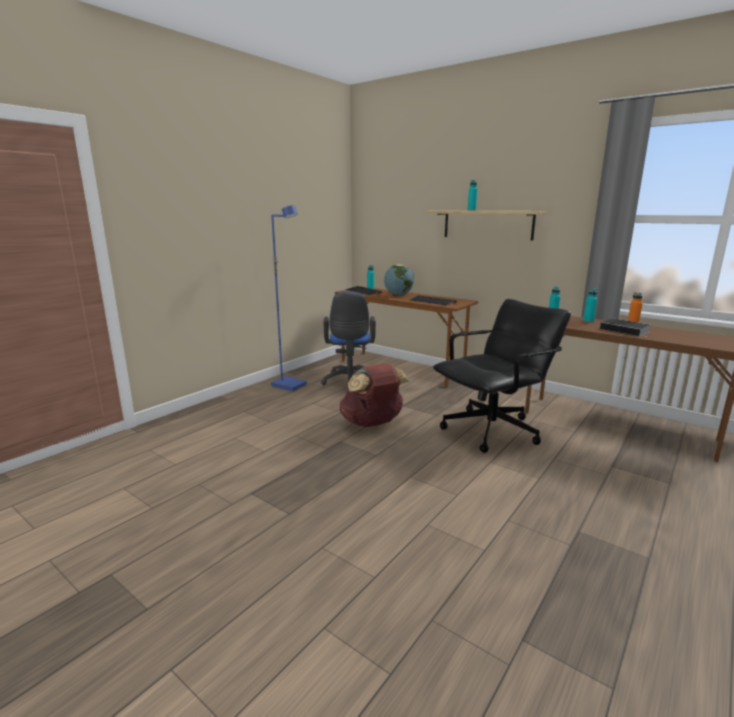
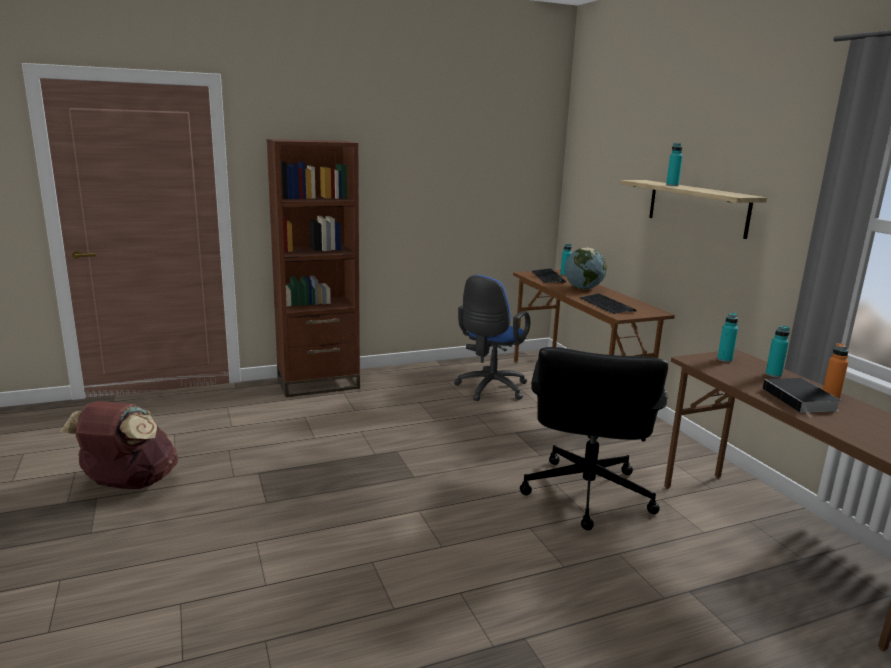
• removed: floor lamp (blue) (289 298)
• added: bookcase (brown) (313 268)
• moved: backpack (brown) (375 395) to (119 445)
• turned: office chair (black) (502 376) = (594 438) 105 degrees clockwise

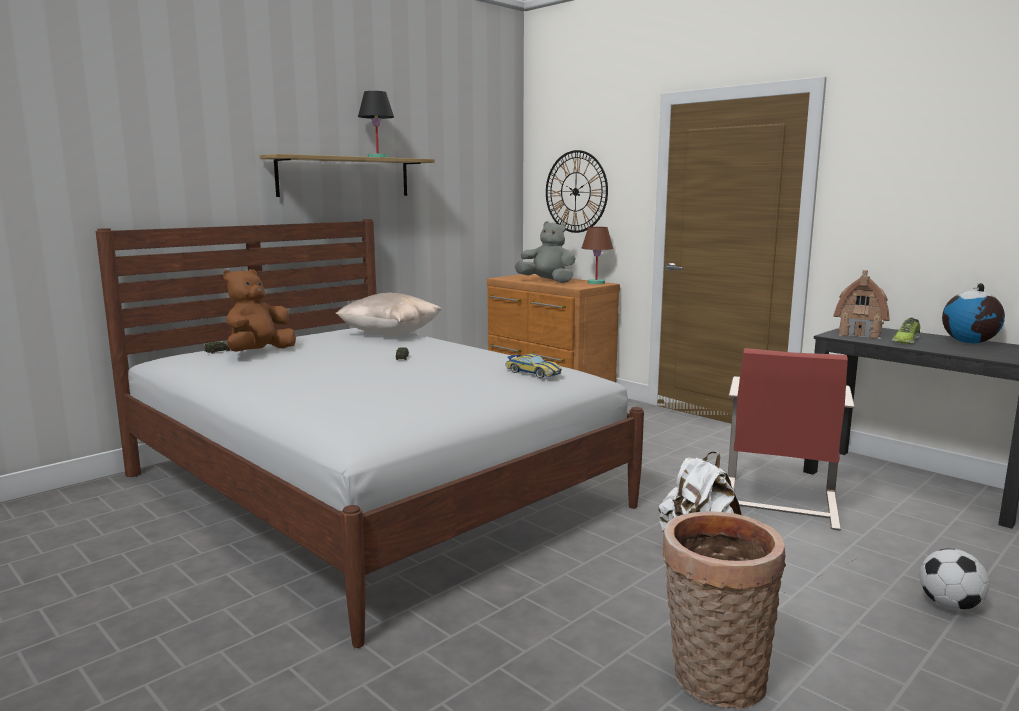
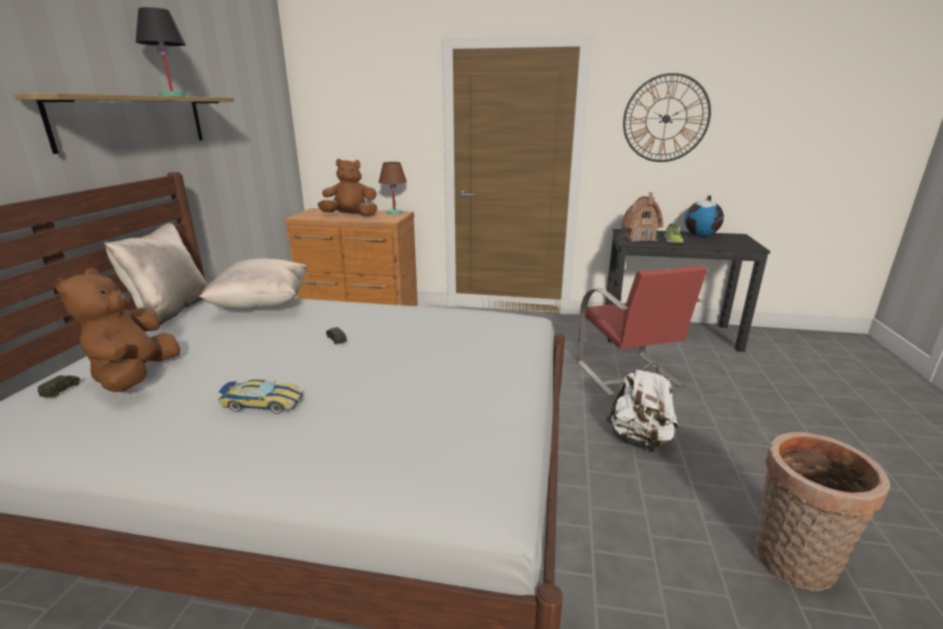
• removed: football (954 579)
• added: pillow (beige) (156 274)
• moved: toy car (533 366) to (260 396)
• moved: wall clock (577 191) to (667 117)
• recoloured: plush toy (grey) (545 252) to plush toy (brown) (348 188)

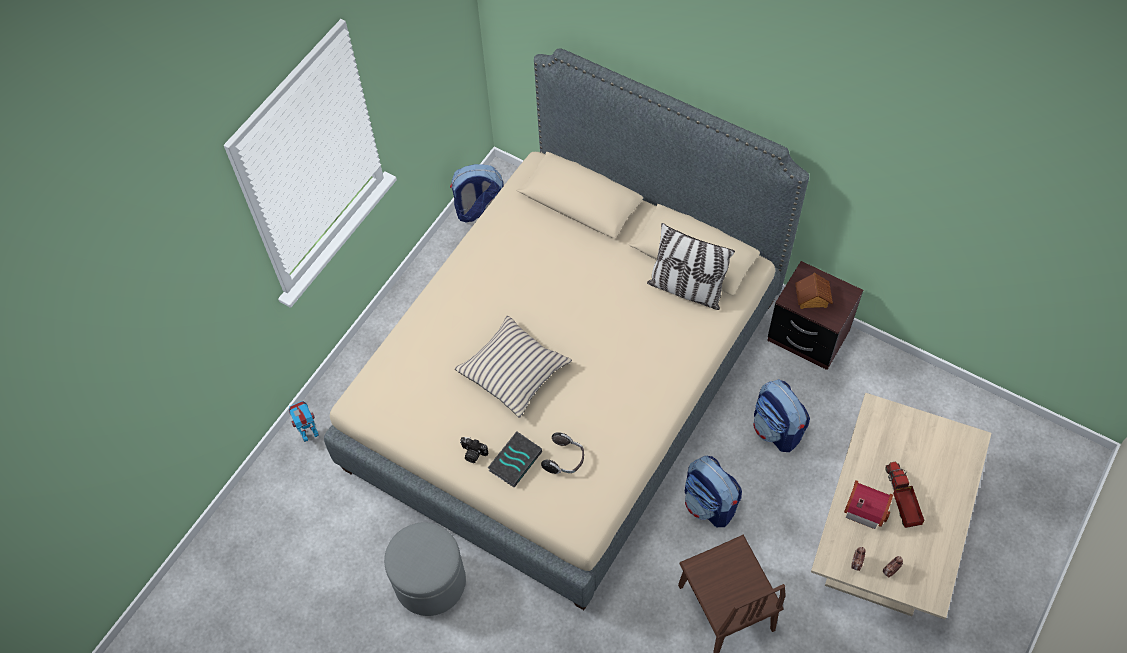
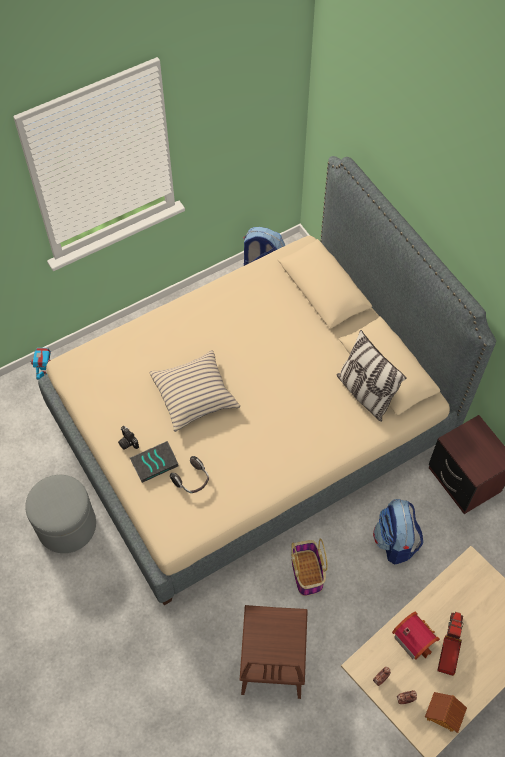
• moved: toy house (814 291) to (446 712)
• replaced: backpack (713 491) to basket (310 567)

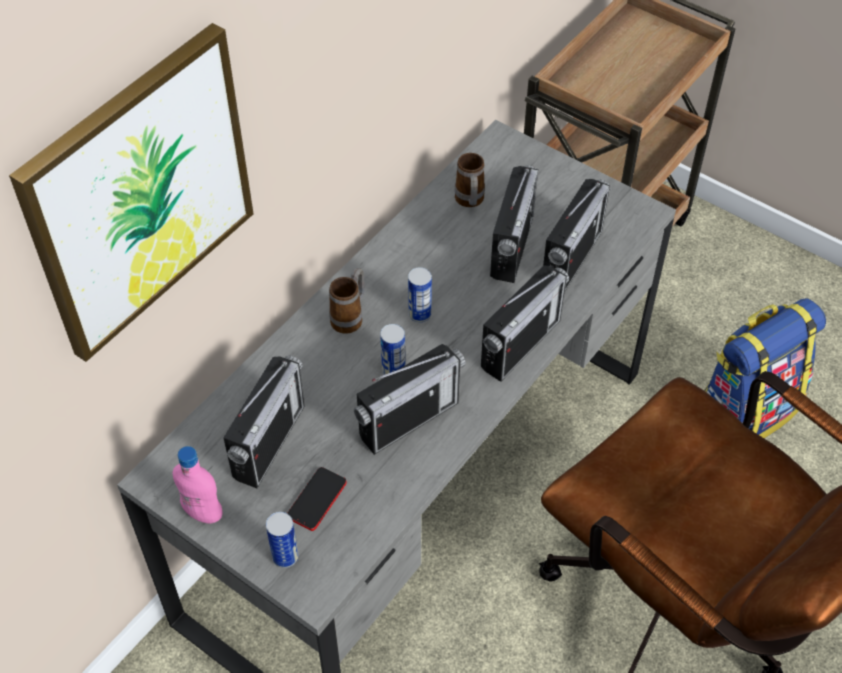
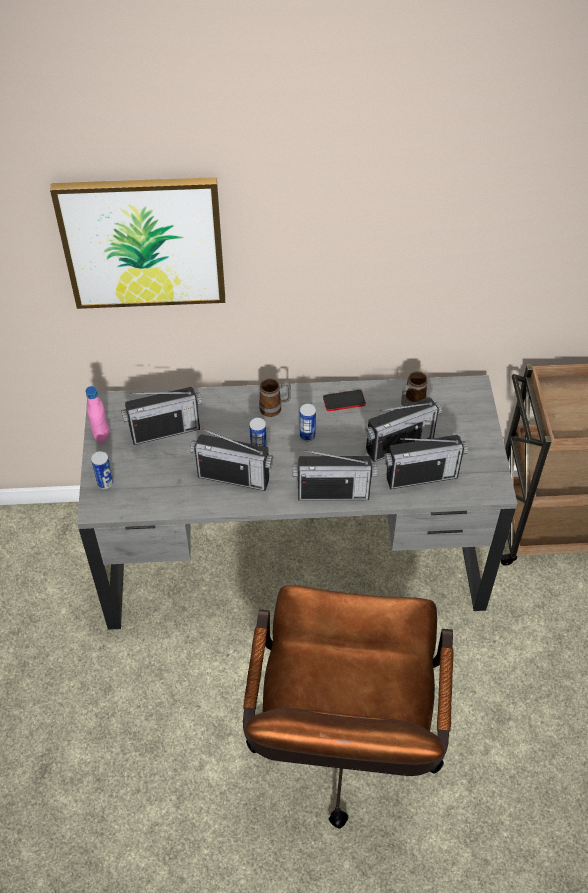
• removed: backpack (765 368)
• moved: phone (317 499) to (344 400)

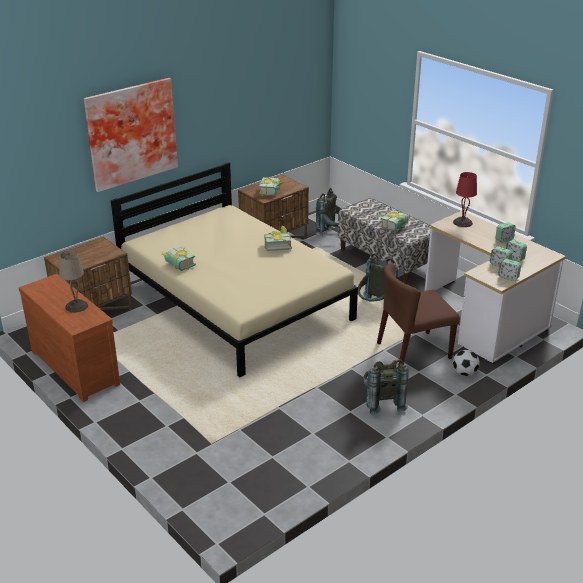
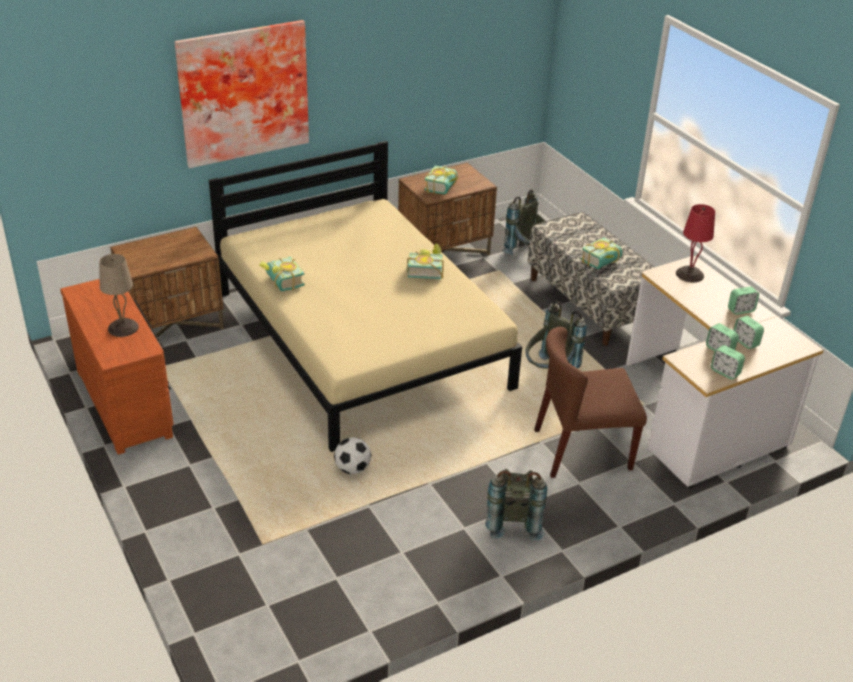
• moved: football (466 363) to (352 455)

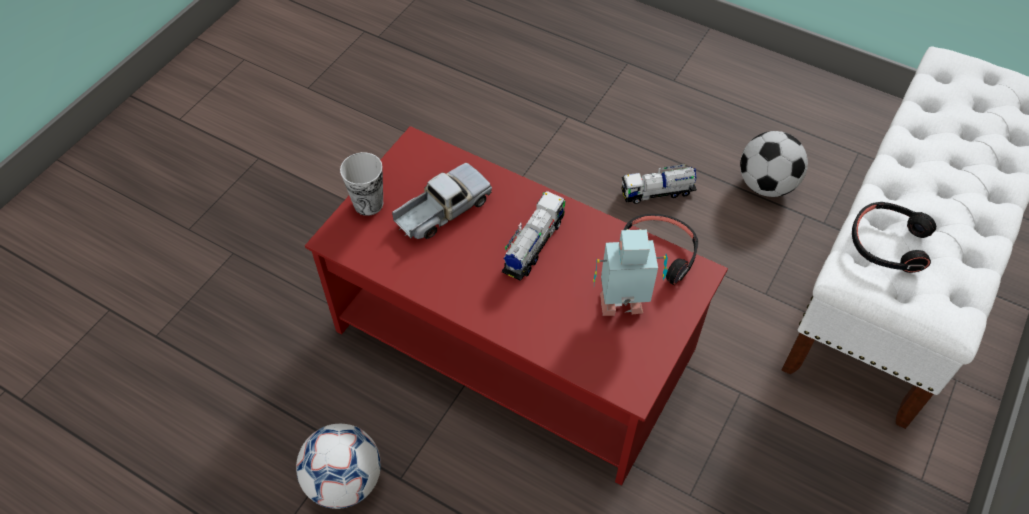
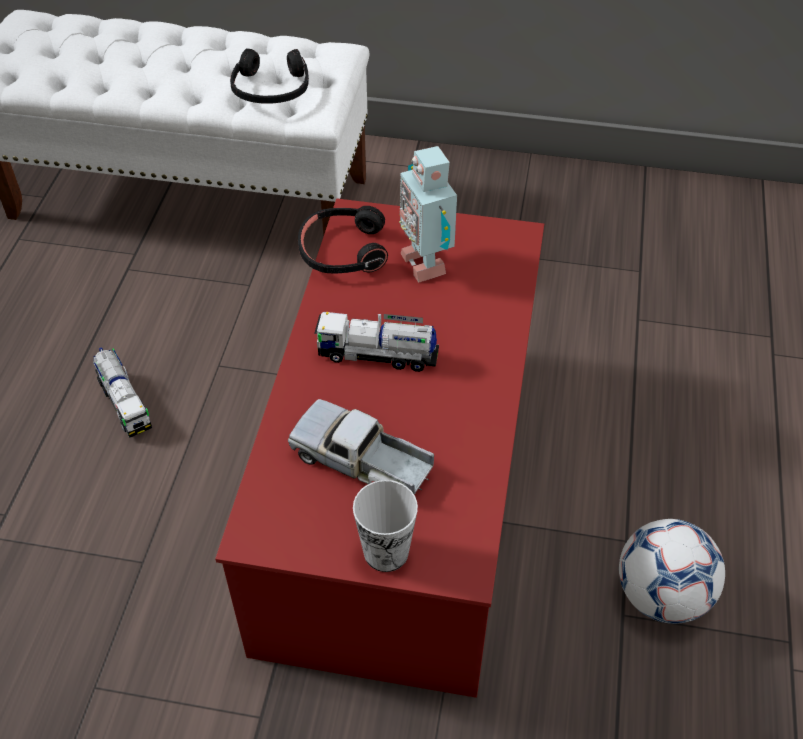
• removed: football (774 164)

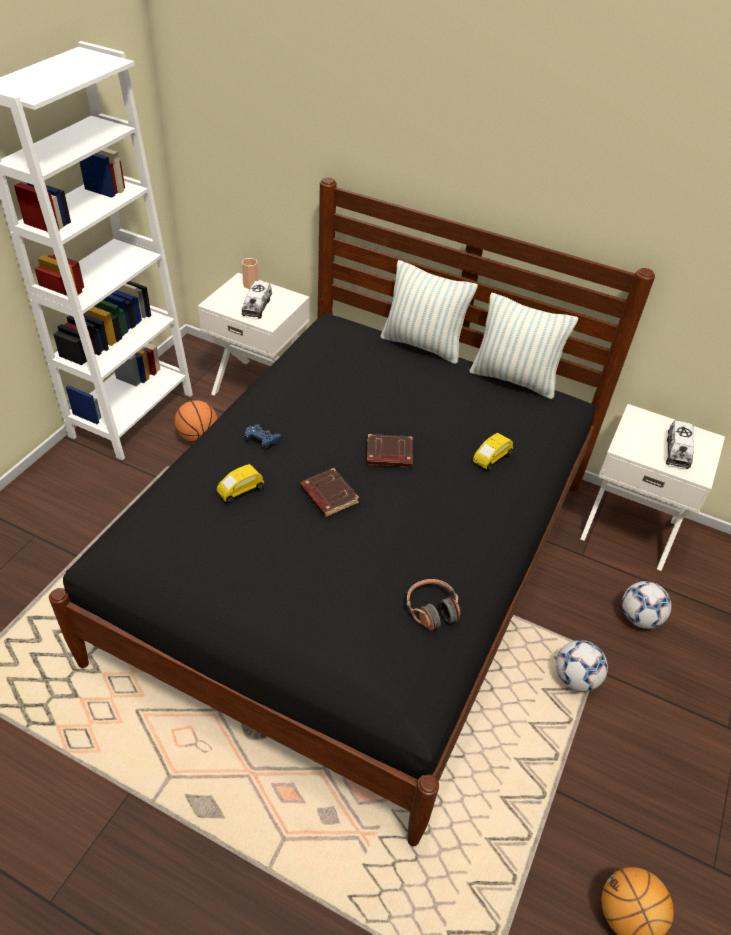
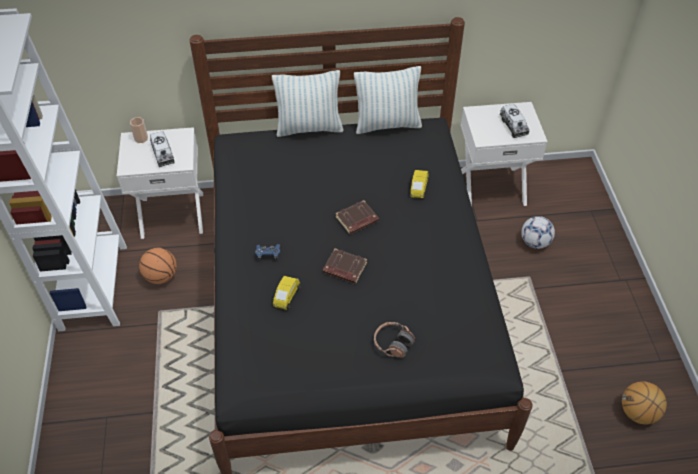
• removed: football (582 666)
• moved: headphones (433 605) to (395 339)

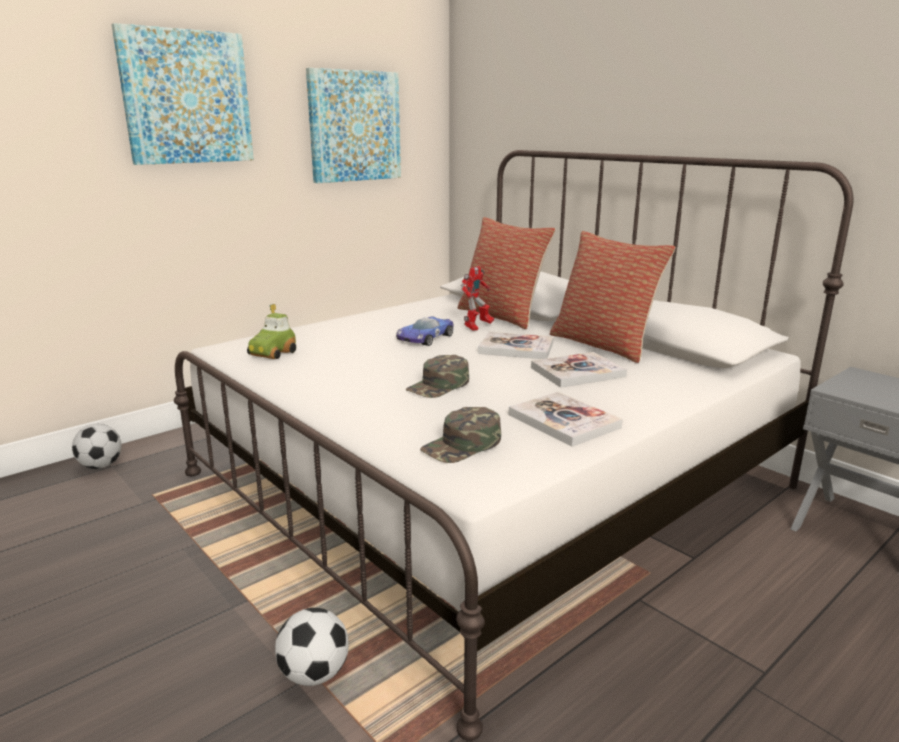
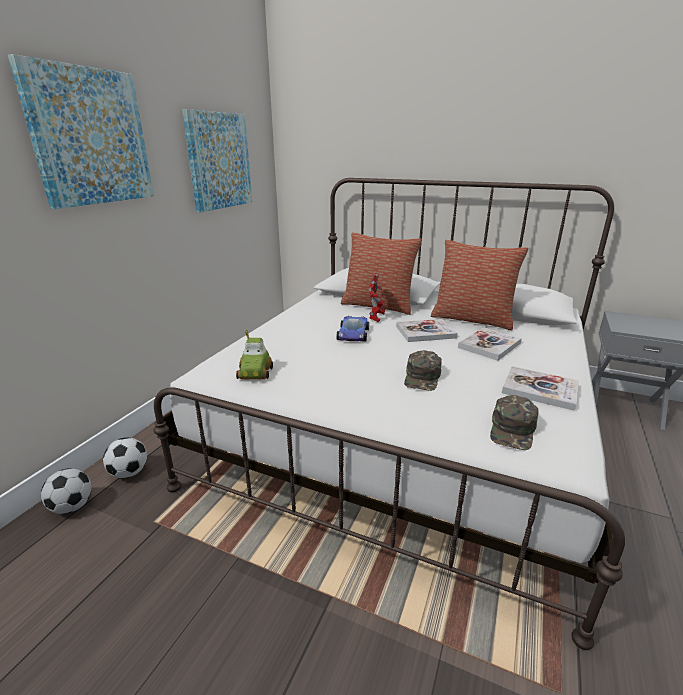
• moved: football (312 647) to (125 457)

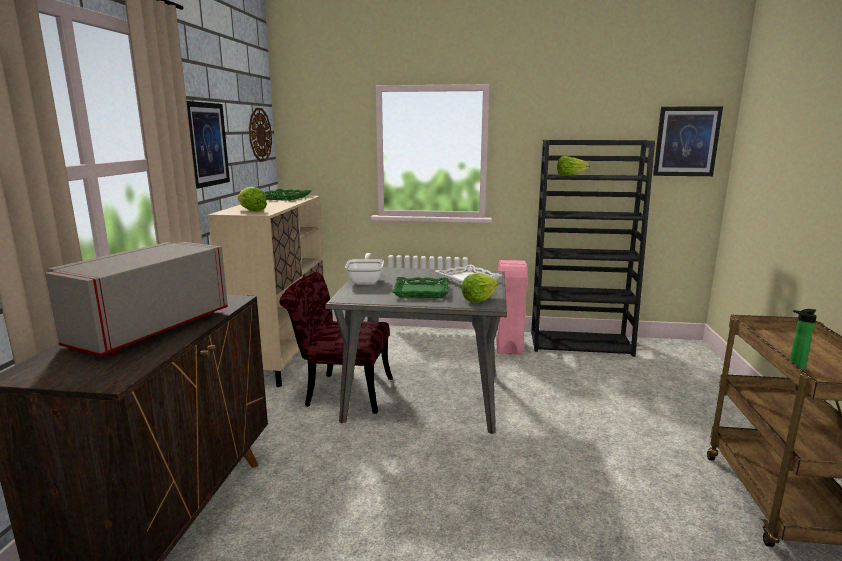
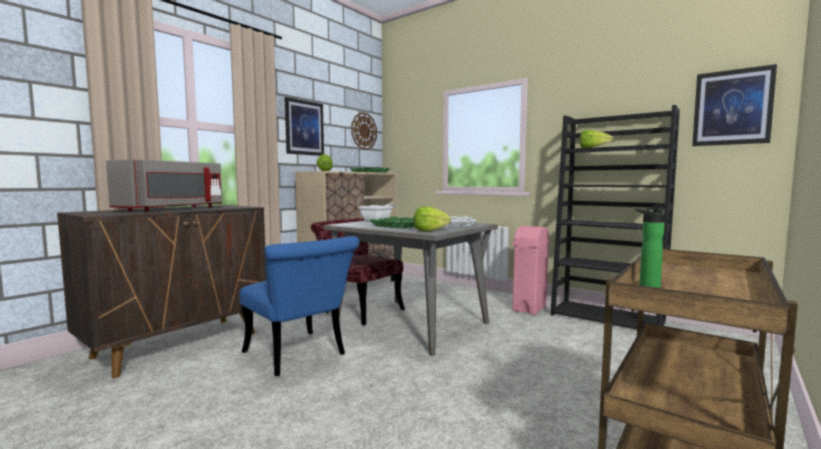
• added: chair (blue) (299 306)
• turned: microwave (grey) (136 299) = (164 186) 150 degrees clockwise

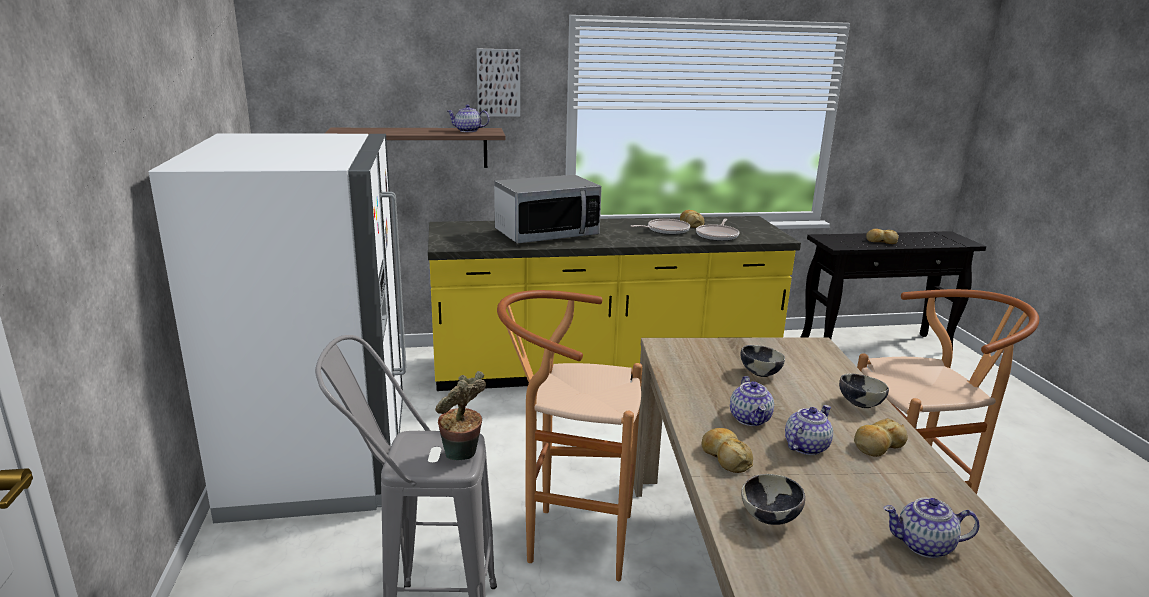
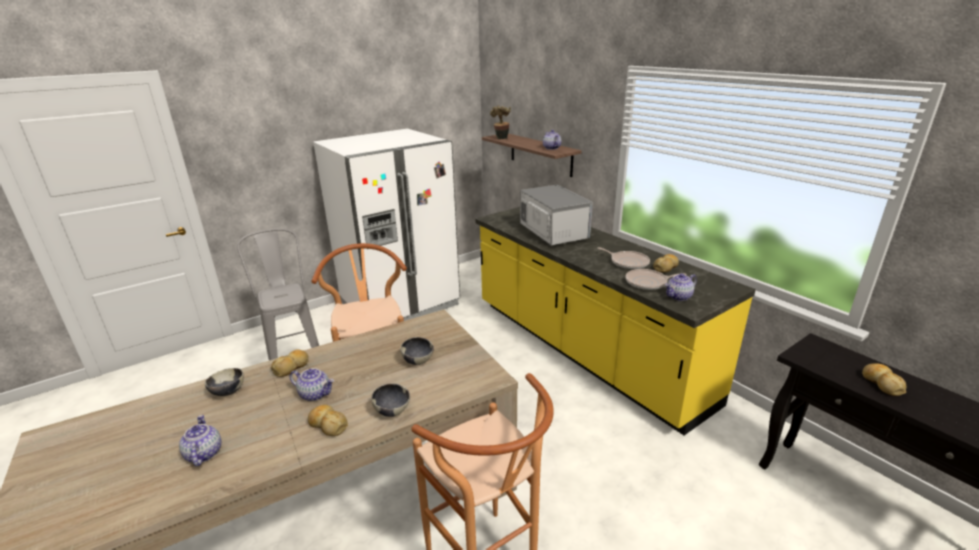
• removed: picture (498 82)
• moved: potted plant (460 415) to (500 122)
• moved: teapot (752 401) to (681 287)
• turned: microwave (548 209) = (556 215) 150 degrees counterclockwise

